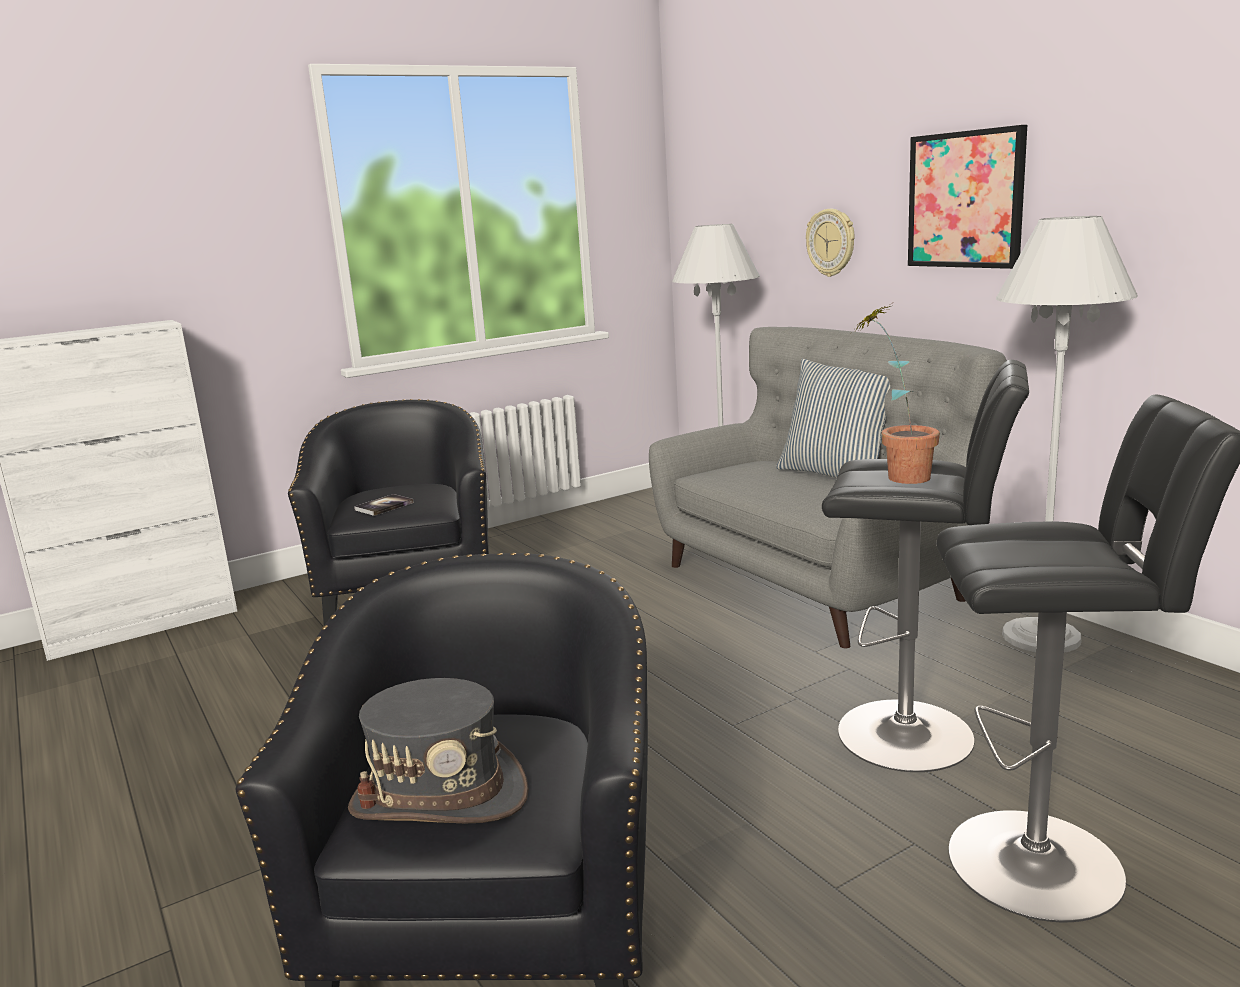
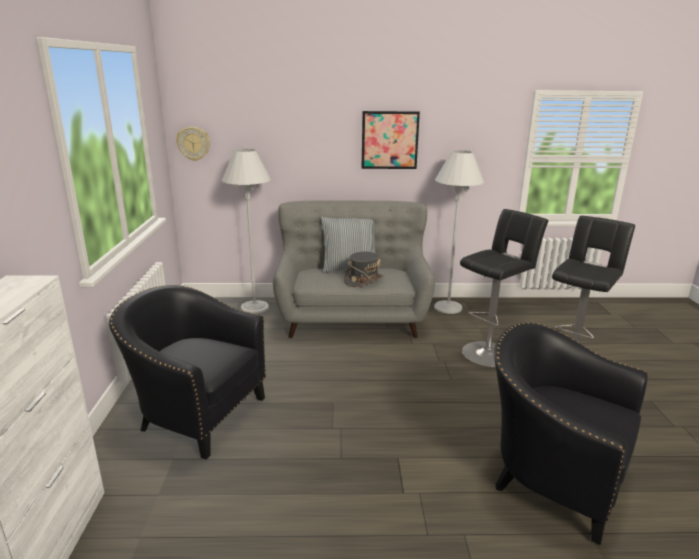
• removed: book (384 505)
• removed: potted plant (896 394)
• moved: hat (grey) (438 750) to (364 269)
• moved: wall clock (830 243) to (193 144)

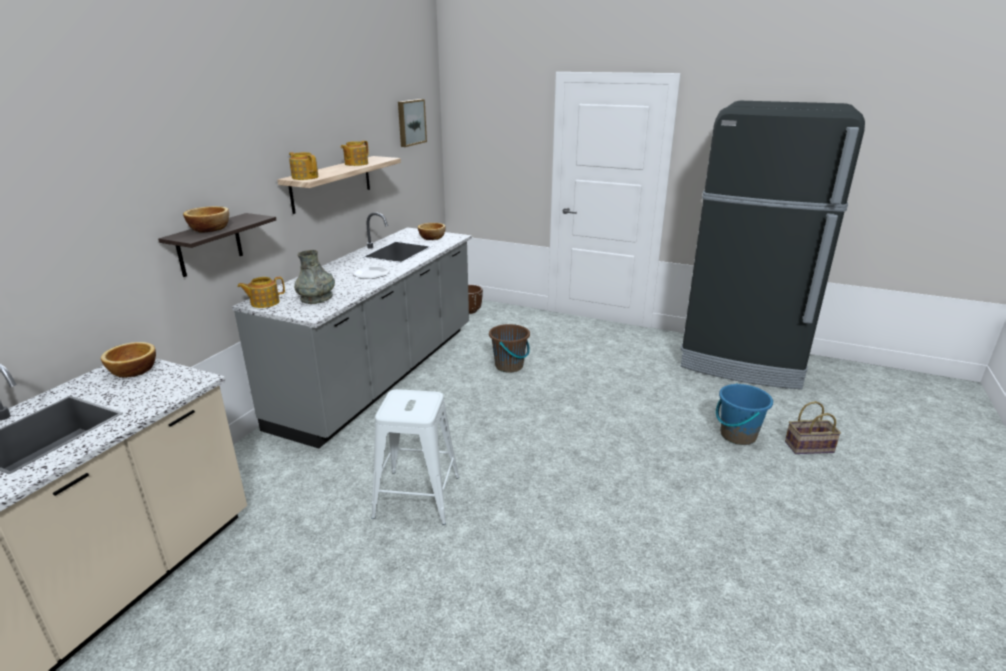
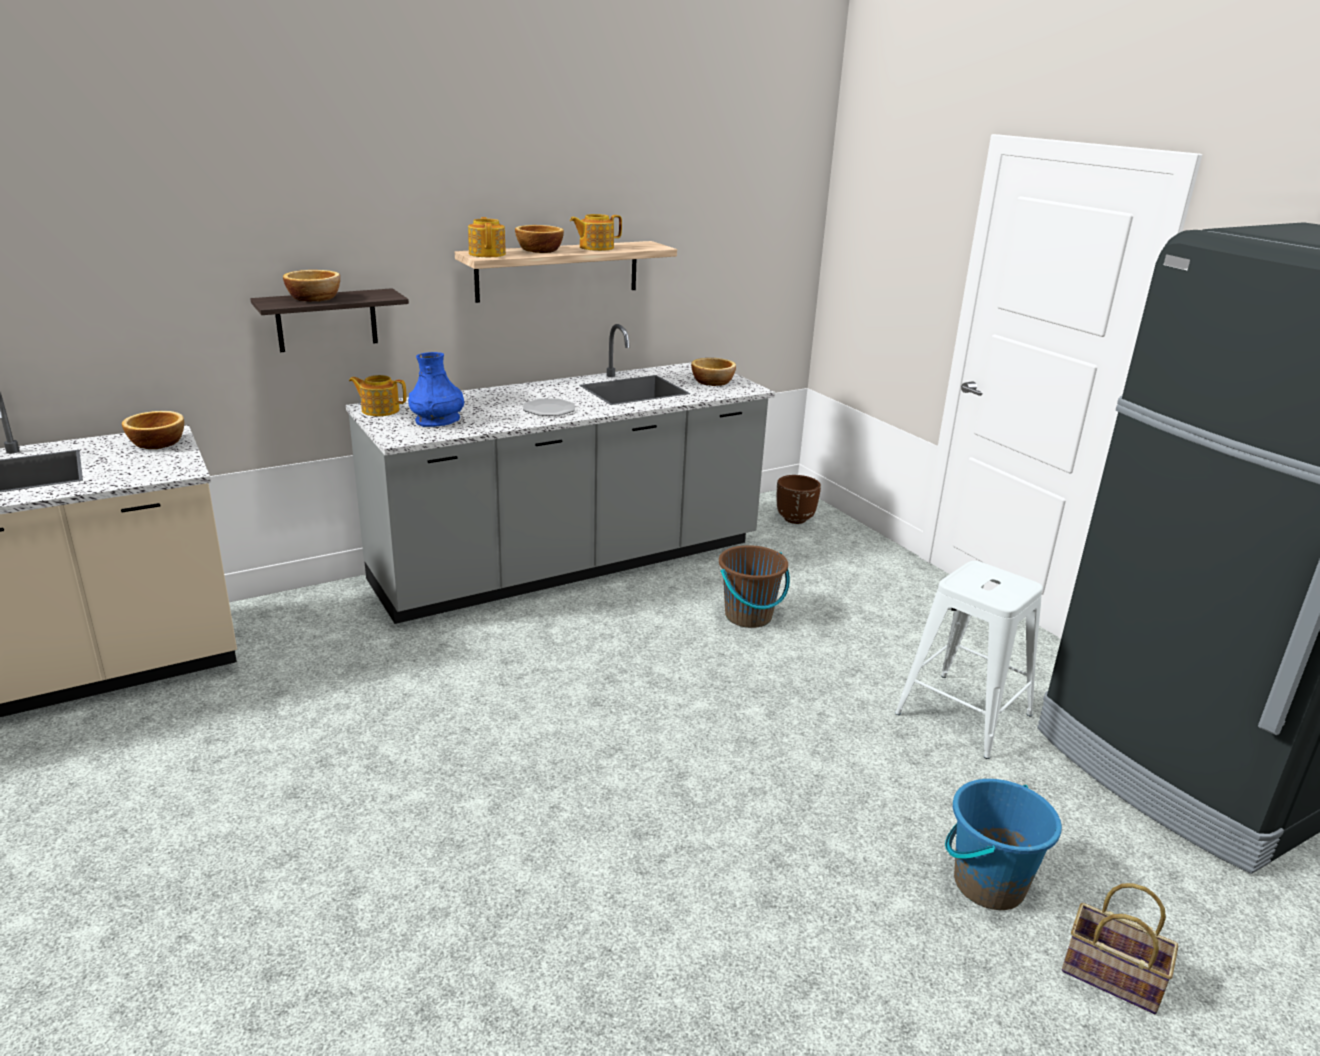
• removed: picture (412 123)
• added: bowl (539 239)
• moved: stool (white) (415 457) to (969 660)
• recoloured: vase (grey) (314 277) to vase (blue) (436 389)

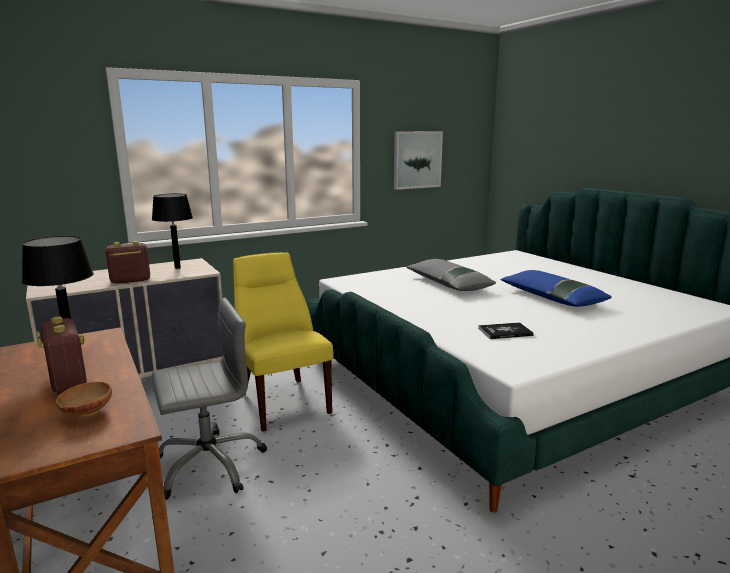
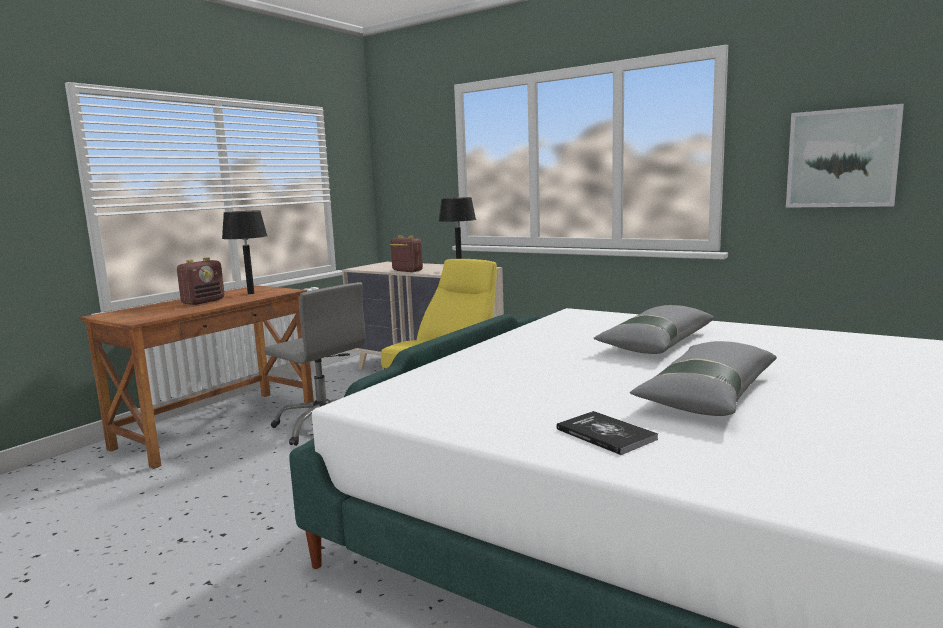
• removed: bowl (brown) (84 399)
• moved: book (506 330) to (607 433)
• recoloured: pillow (blue) (556 288) to pillow (grey) (703 378)

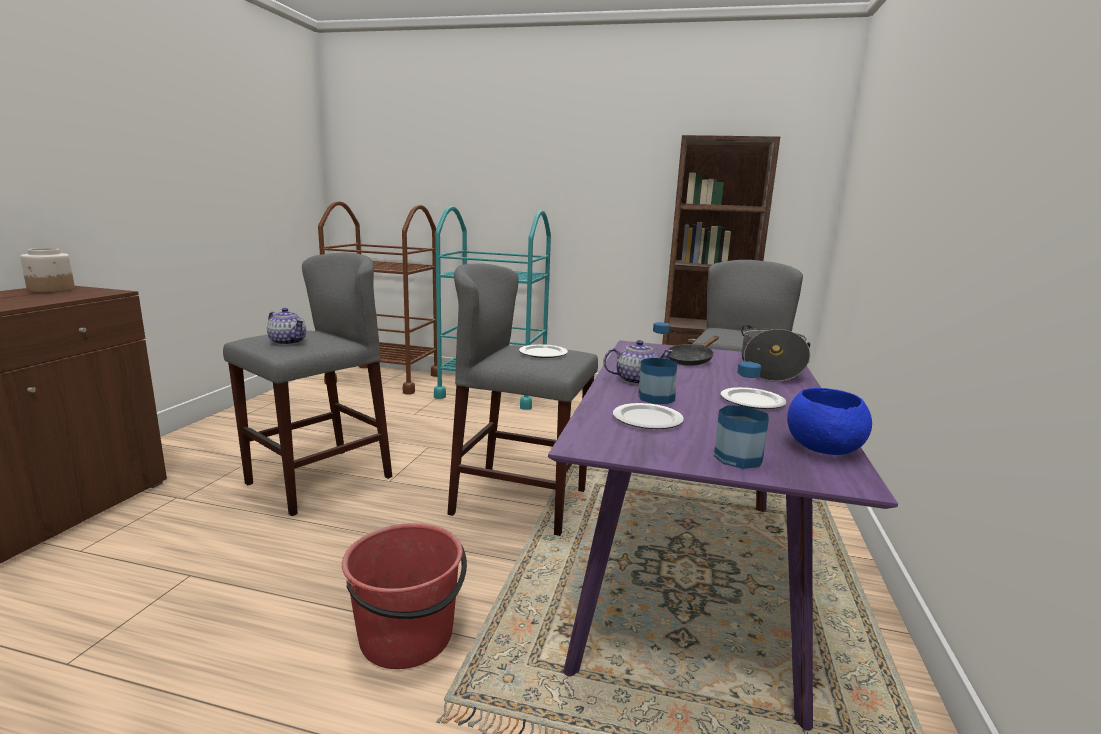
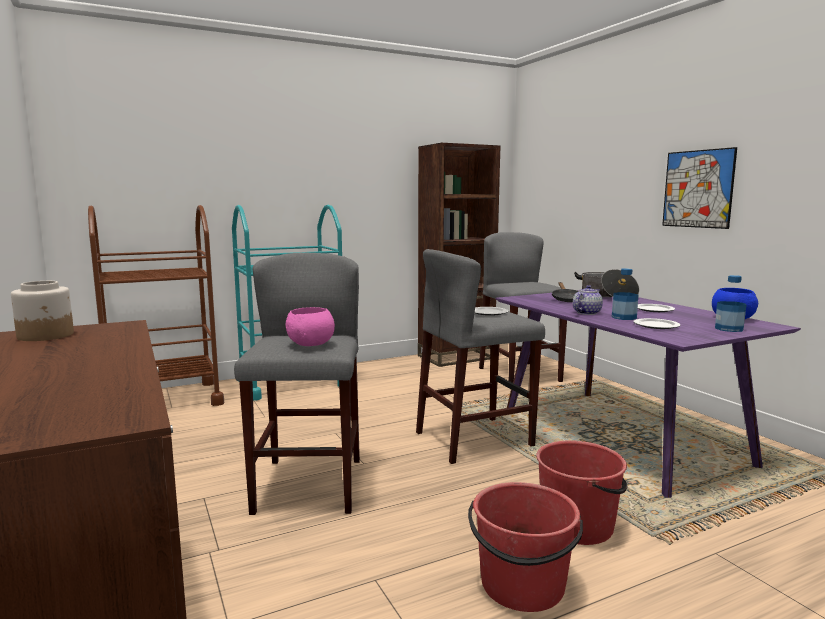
• added: bucket (red) (525 547)
• added: picture (699 188)
• replaced: teapot (286 326) to bowl (pink) (310 326)

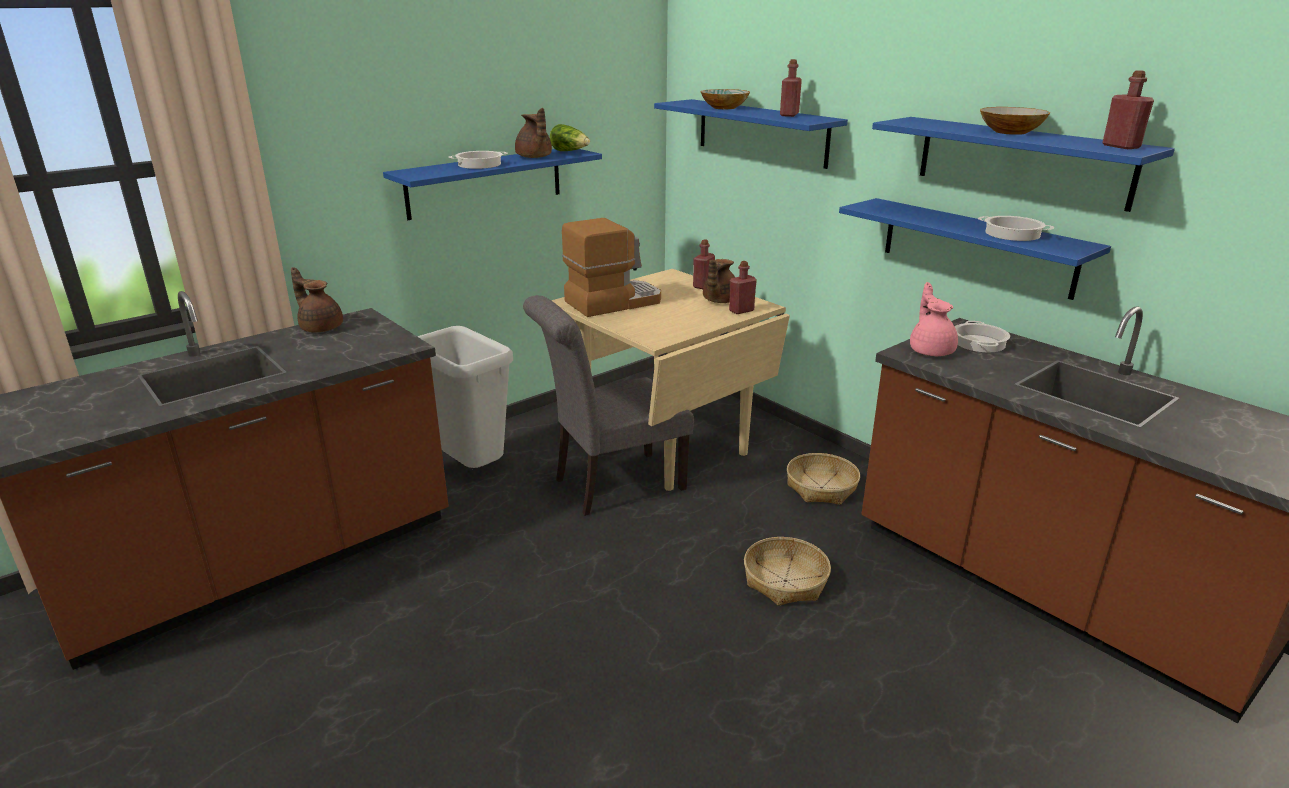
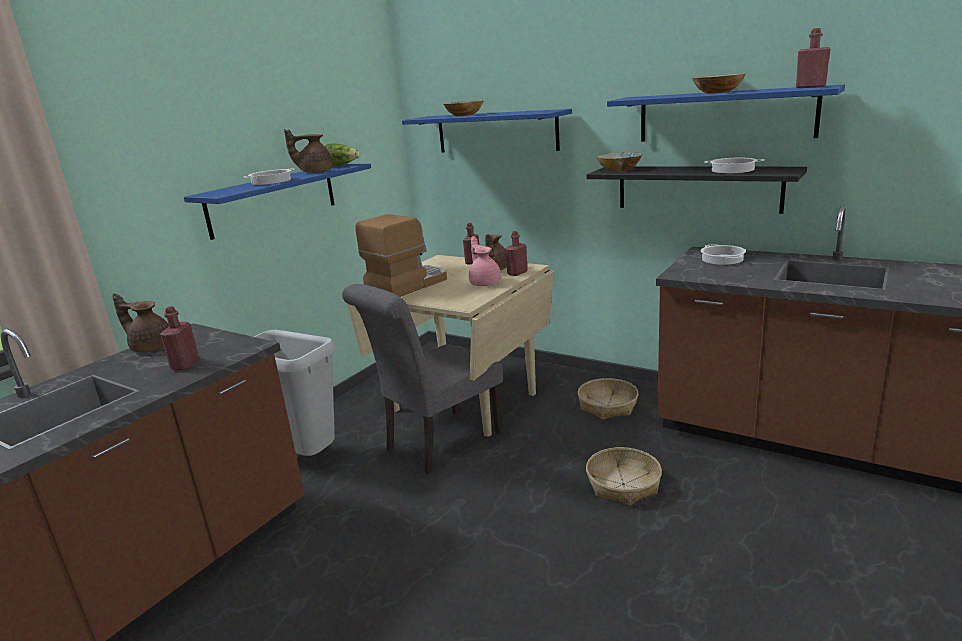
• added: bowl (620 161)
• moved: bottle (red) (791 88) to (179 338)
• moved: teapot (pink) (934 319) to (485 261)
• recoloured: shelf (blue) (975 249) to shelf (black) (697 190)
• turned: teapot (brown) (533 133) = (308 151) 120 degrees clockwise

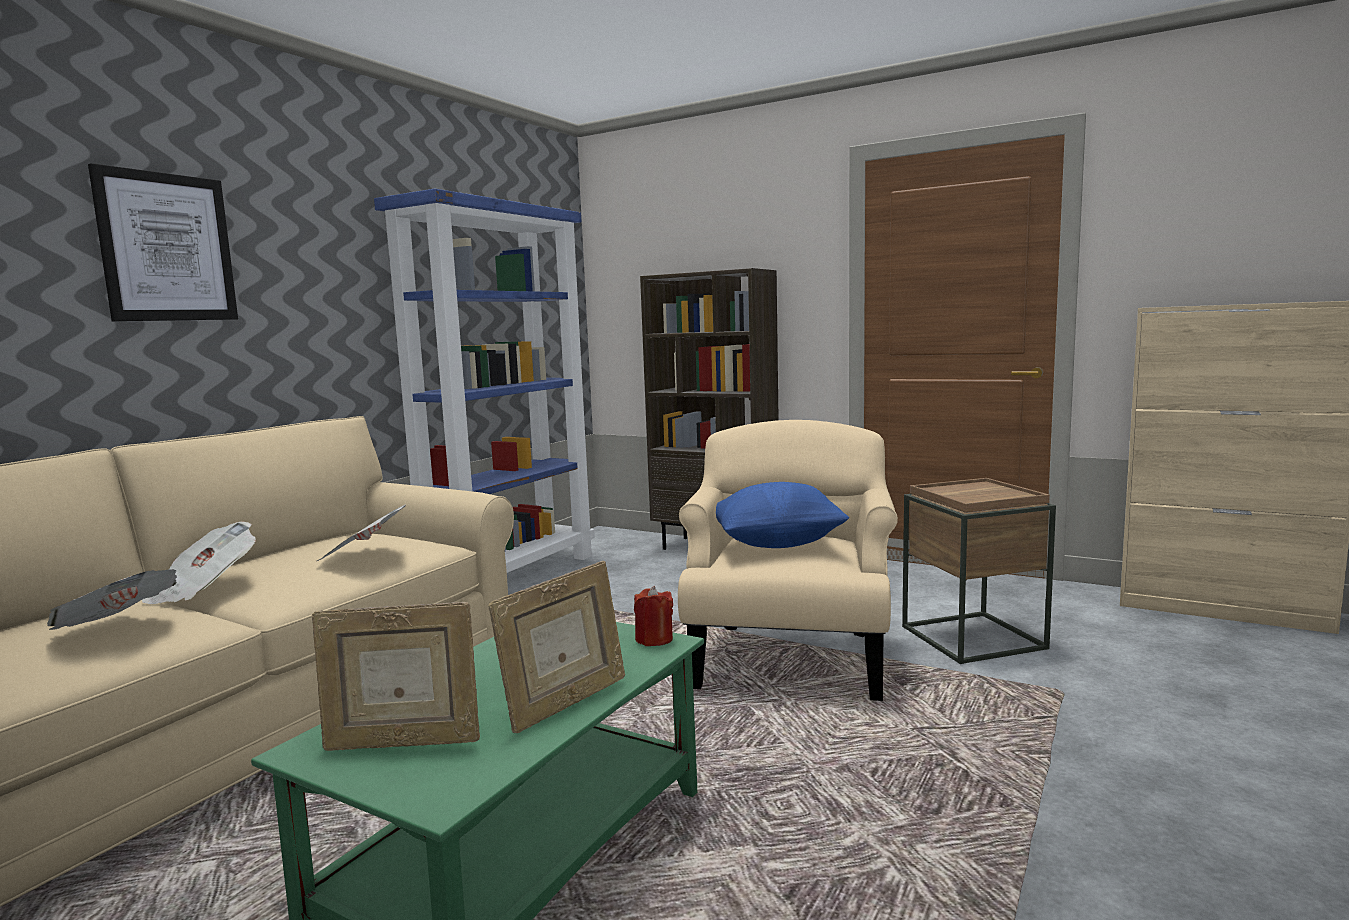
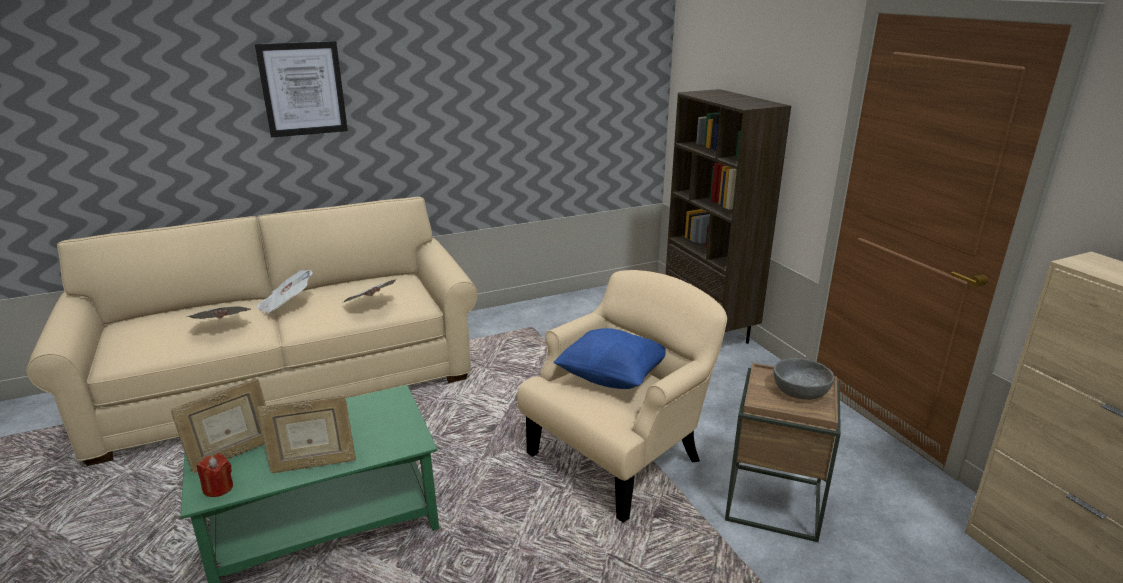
• removed: bookcase (blue) (484 381)
• added: bowl (grey) (804 379)
• moved: candle (red) (653 616) to (215 475)
• turned: picture frame (396 676) = (218 425) 75 degrees counterclockwise

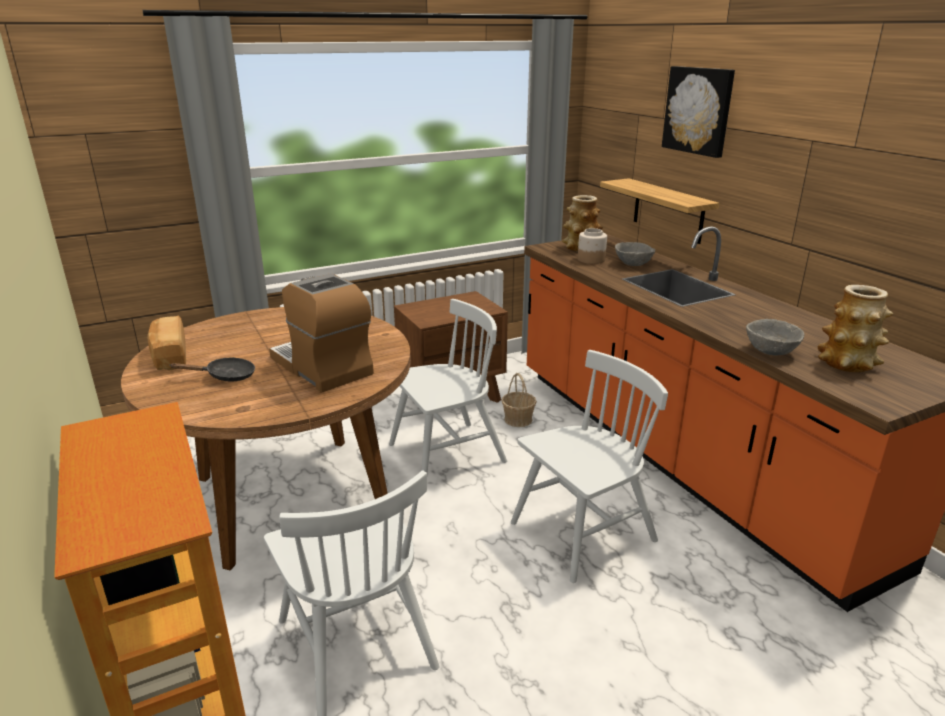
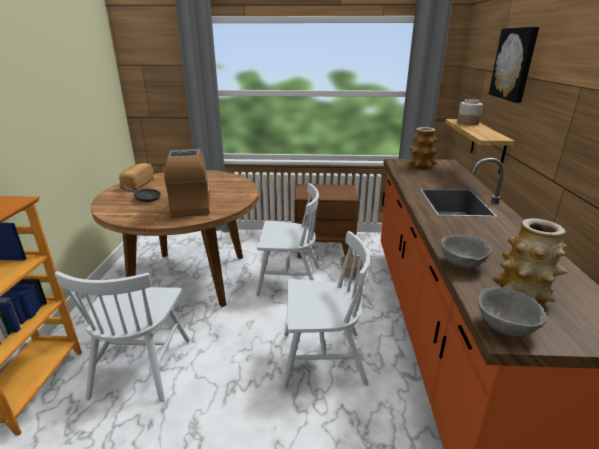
• moved: jar (592 246) to (470 112)
• moved: bowl (grey) (635 254) to (512 311)

